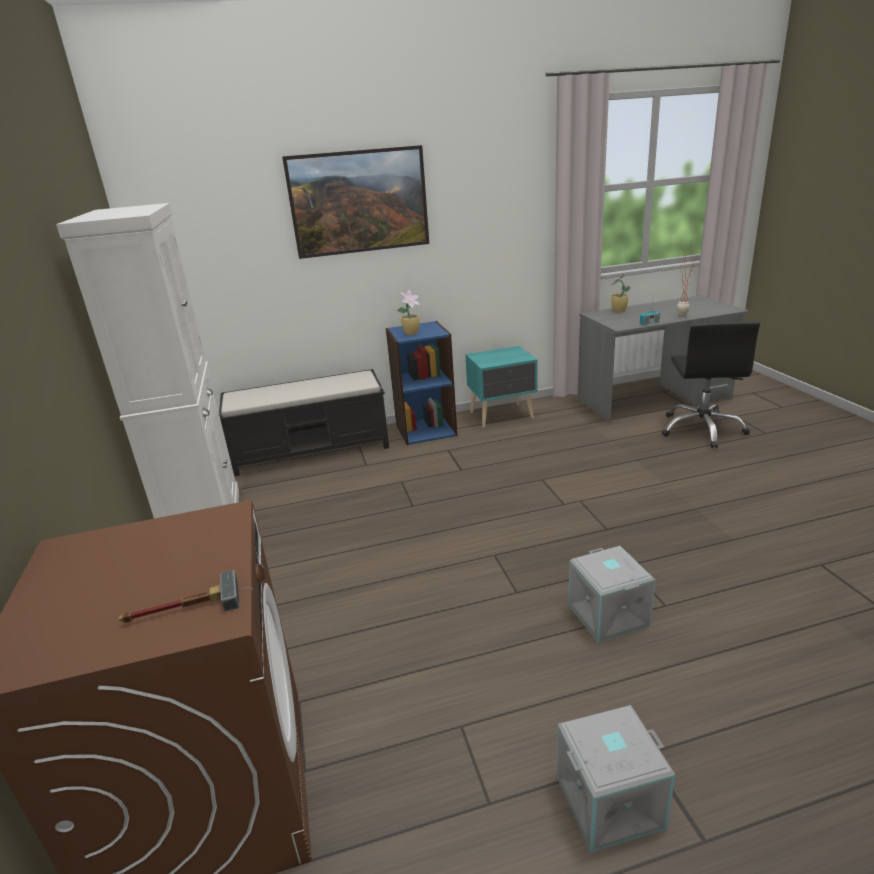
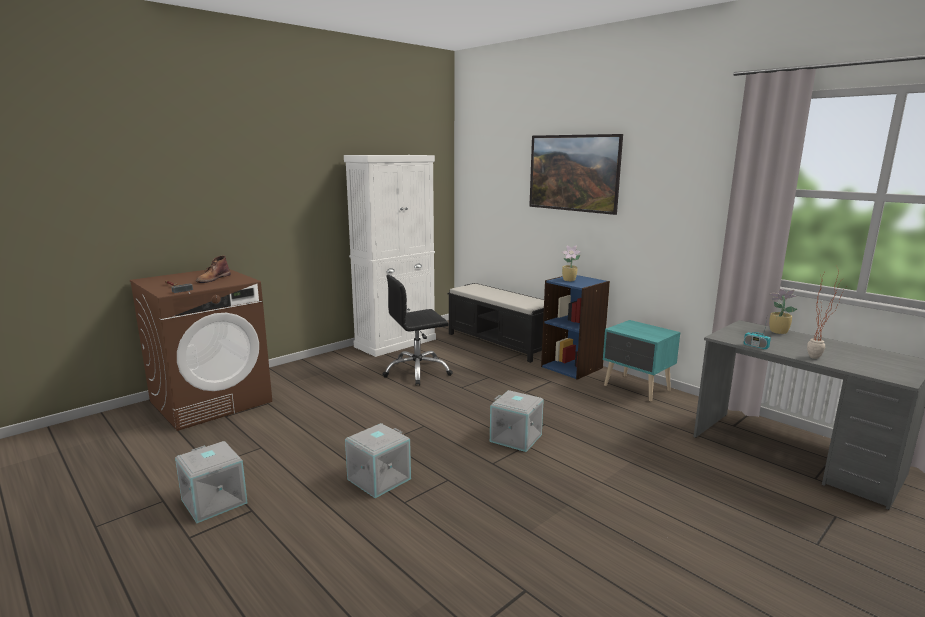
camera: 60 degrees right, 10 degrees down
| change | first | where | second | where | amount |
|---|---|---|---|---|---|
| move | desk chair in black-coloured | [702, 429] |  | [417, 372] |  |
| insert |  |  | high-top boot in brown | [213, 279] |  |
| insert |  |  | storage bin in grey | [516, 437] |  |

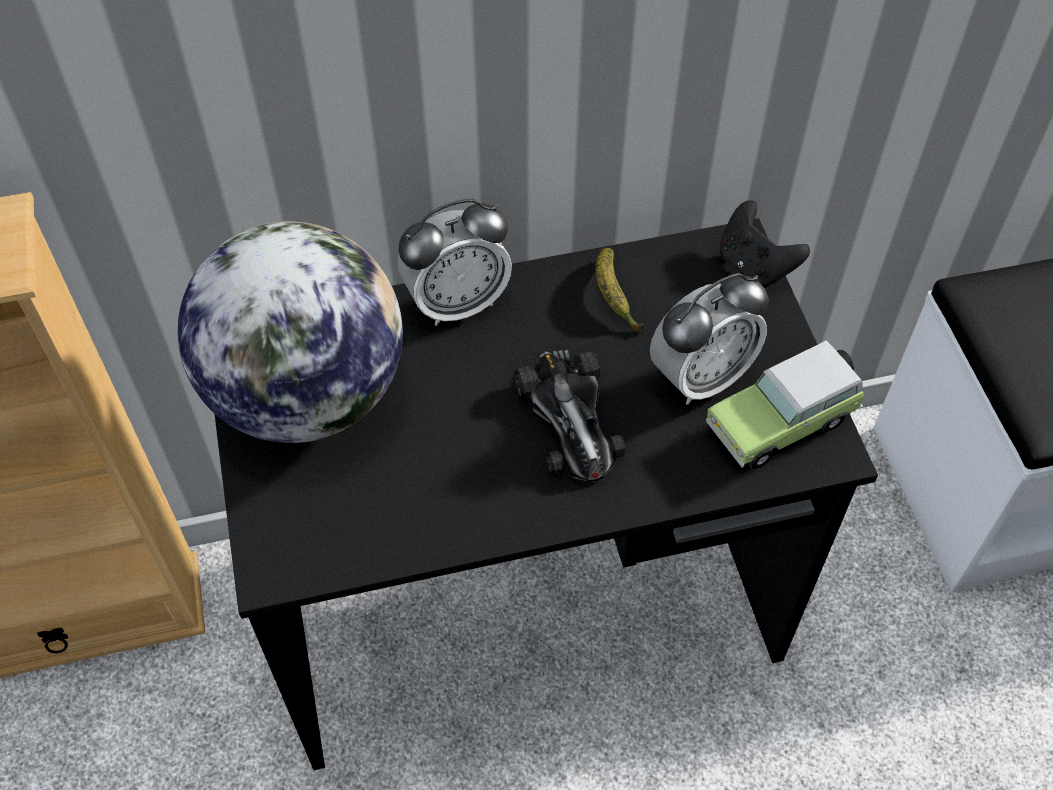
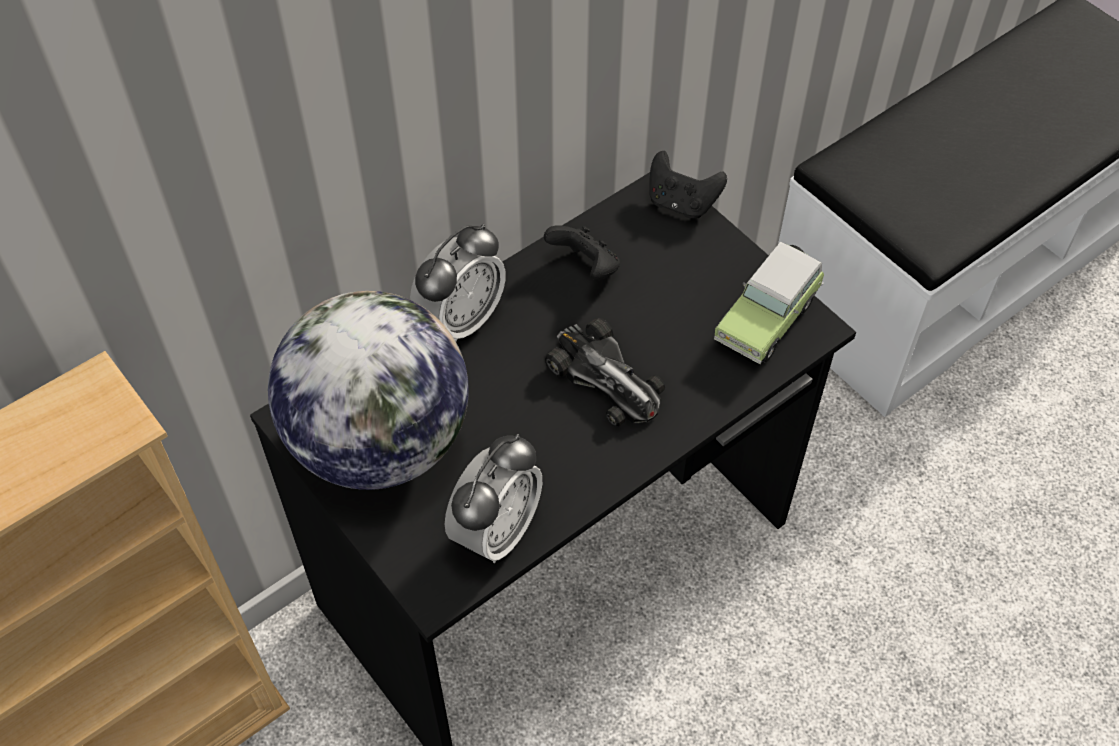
camera: 25 degrees left, 0 degrees up
| change | first | where | second | where | amount |
|---|---|---|---|---|---|
| replace | whole banana | [614, 296] | game controller in black-coloured | [585, 268] |  |
| move | table clock | [701, 377] |  | [496, 531] |  |

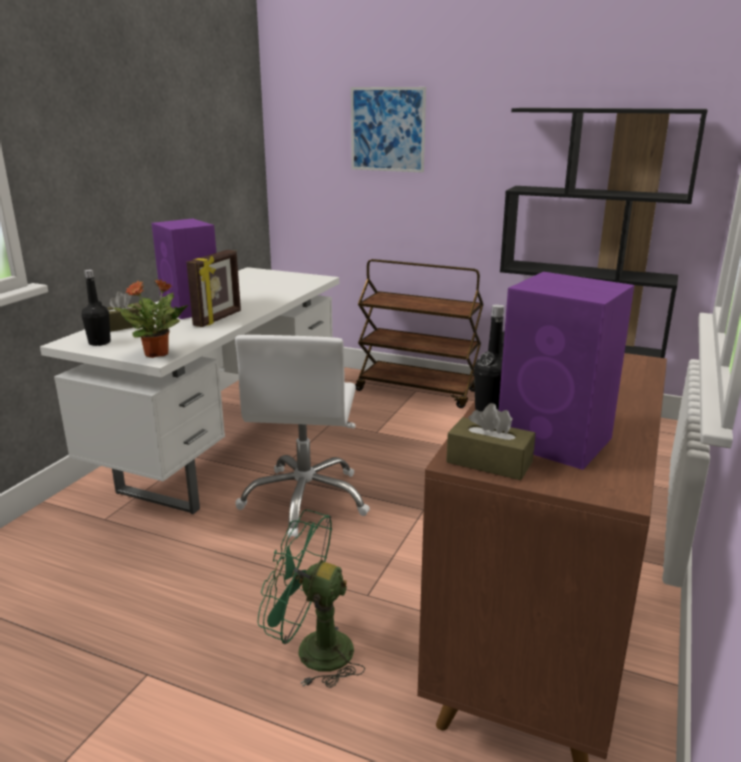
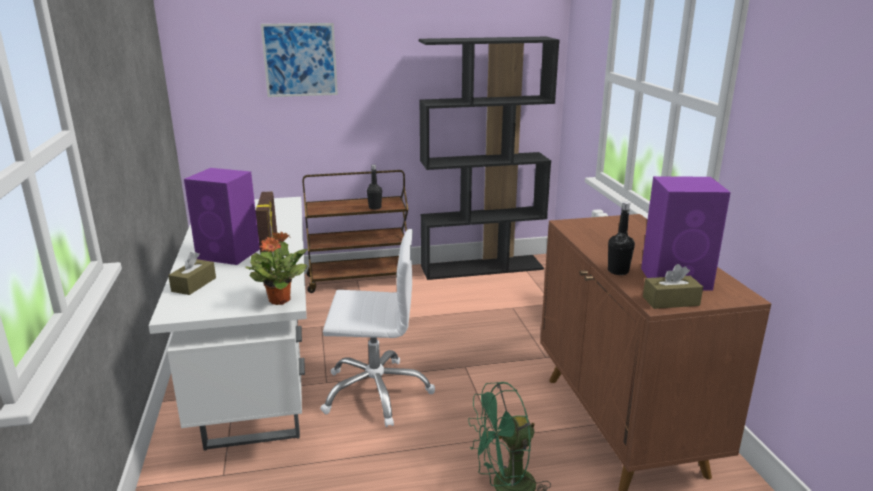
camera: 35 degrees left, 0 degrees up
| change | first | where | second | where | amount |
|---|---|---|---|---|---|
| move | drink bottle in black-coloured | [99, 342] |  | [375, 207] |  |
| rotate | desk chair in white-coloured | [306, 500] |  | [376, 391] | 60 degrees counterclockwise |

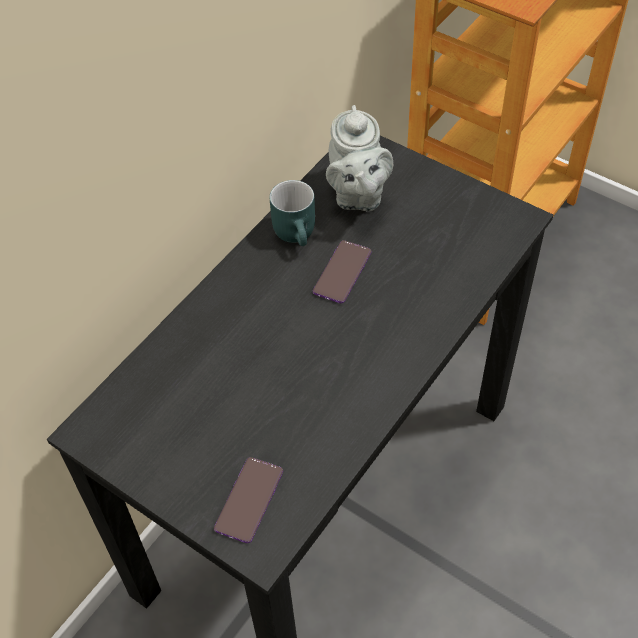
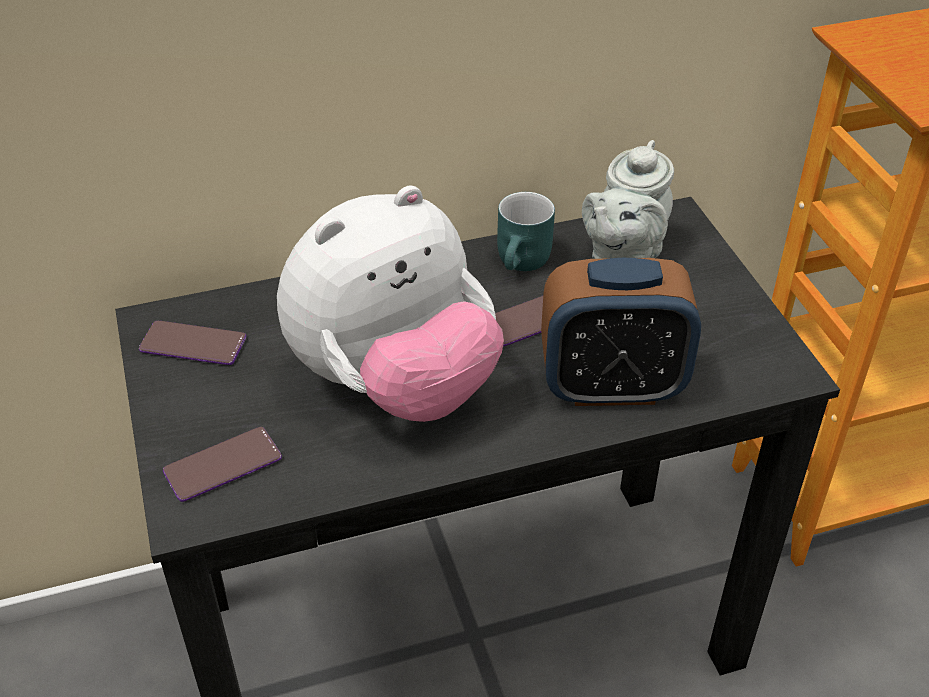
camera: 35 degrees right, 10 degrees down
| change | first | where | second | where | amount |
|---|---|---|---|---|---|
| insert |  |  | soft toy | [395, 385] |  |
| insert |  |  | table clock | [611, 386] |  |
| insert |  |  | handset | [193, 344] |  |

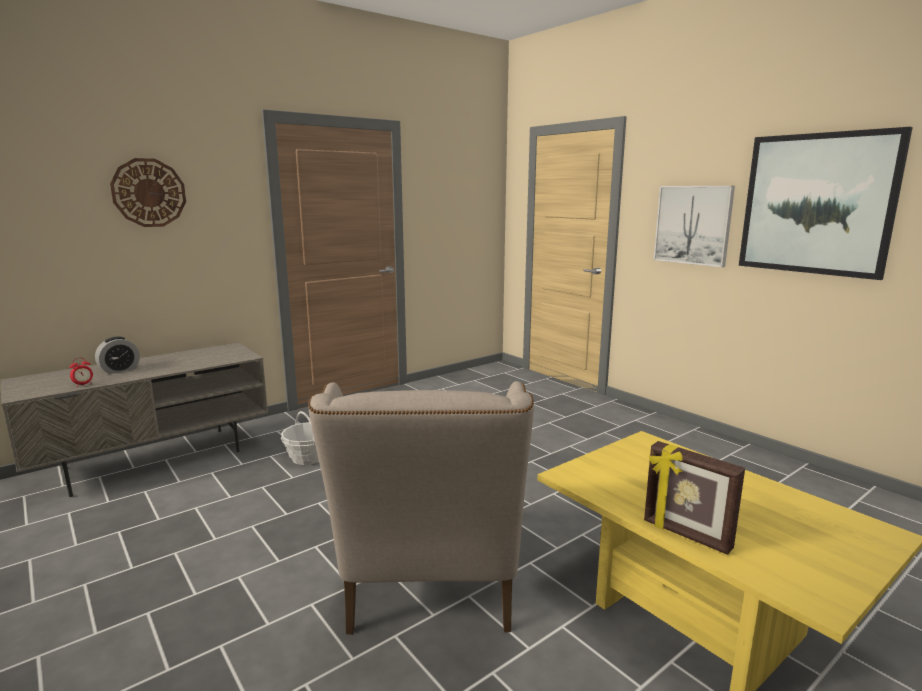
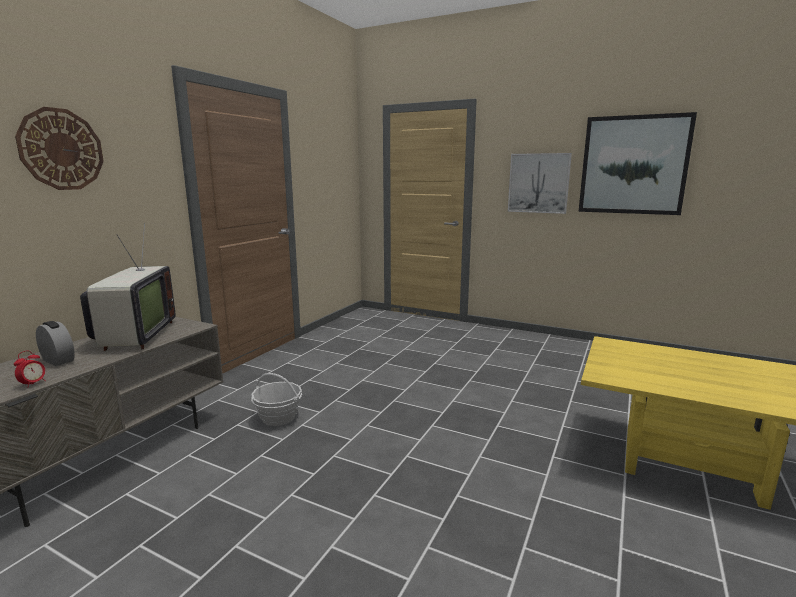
camera: 25 degrees left, 0 degrees up
| change | first | where | second | where | amount |
|---|---|---|---|---|---|
| rotate | table clock | [119, 370] |  | [58, 360] | 75 degrees counterclockwise |
| delete | easy chair in sand-coloured | [430, 591] |  |  |  |
| delete | picture frame | [686, 535] |  |  |  |
| insert |  |  | TV set | [135, 336] |  |

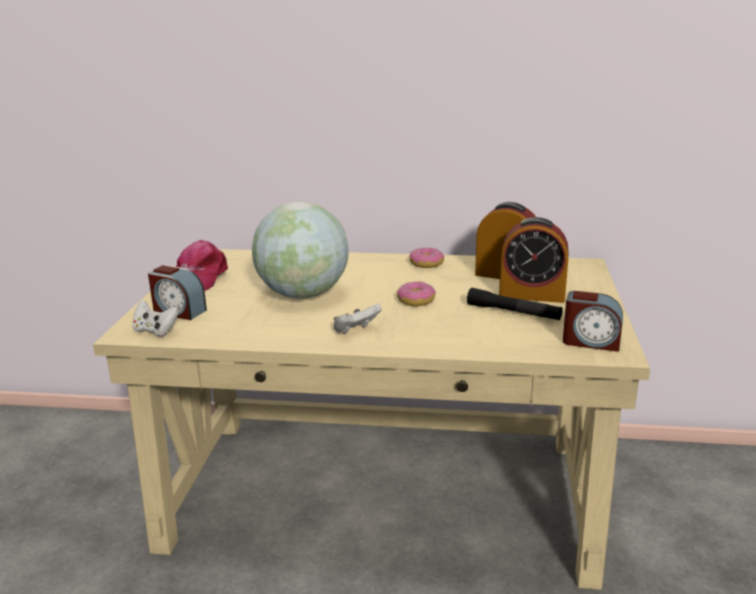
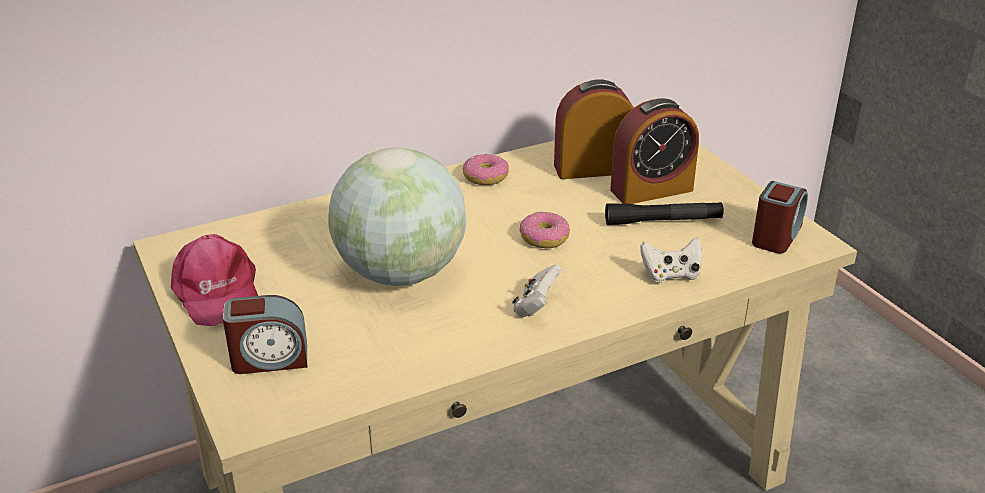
camera: 35 degrees left, 10 degrees up
| change | first | where | second | where | amount |
|---|---|---|---|---|---|
| rotate | table clock | [591, 342] |  | [776, 236] | 45 degrees counterclockwise |
| move | game controller in white-coloured | [155, 331] |  | [671, 275] |  |

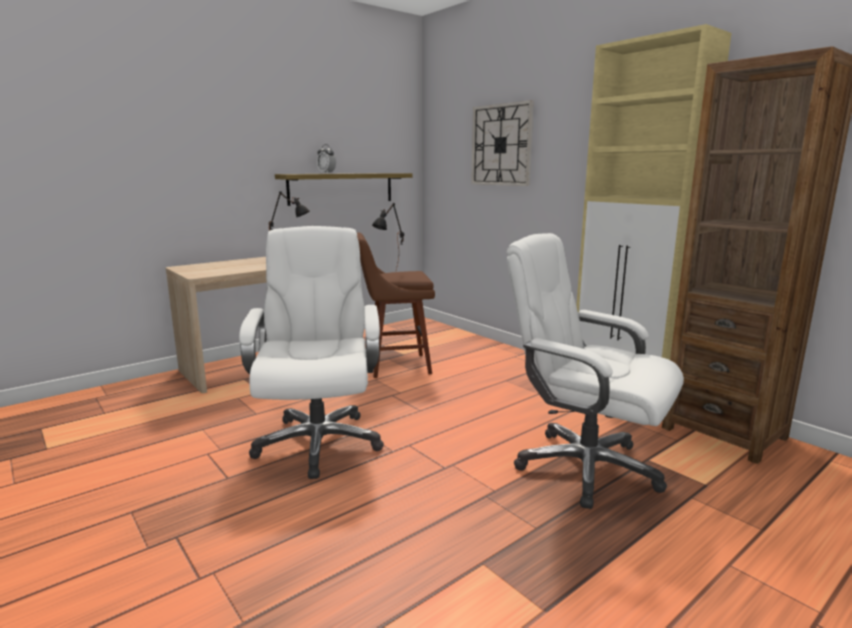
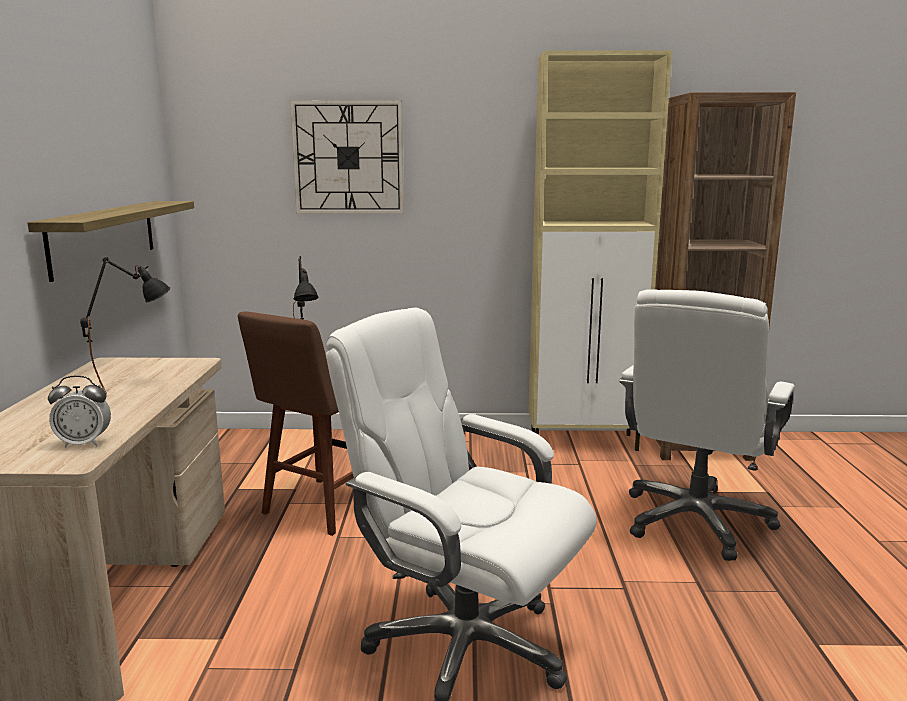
camera: 50 degrees left, 0 degrees up
| change | first | where | second | where | amount |
|---|---|---|---|---|---|
| move | table clock | [327, 173] |  | [84, 443] |  |
| rotate | desk chair in white-coloured | [585, 467] |  | [695, 521] | 45 degrees counterclockwise |

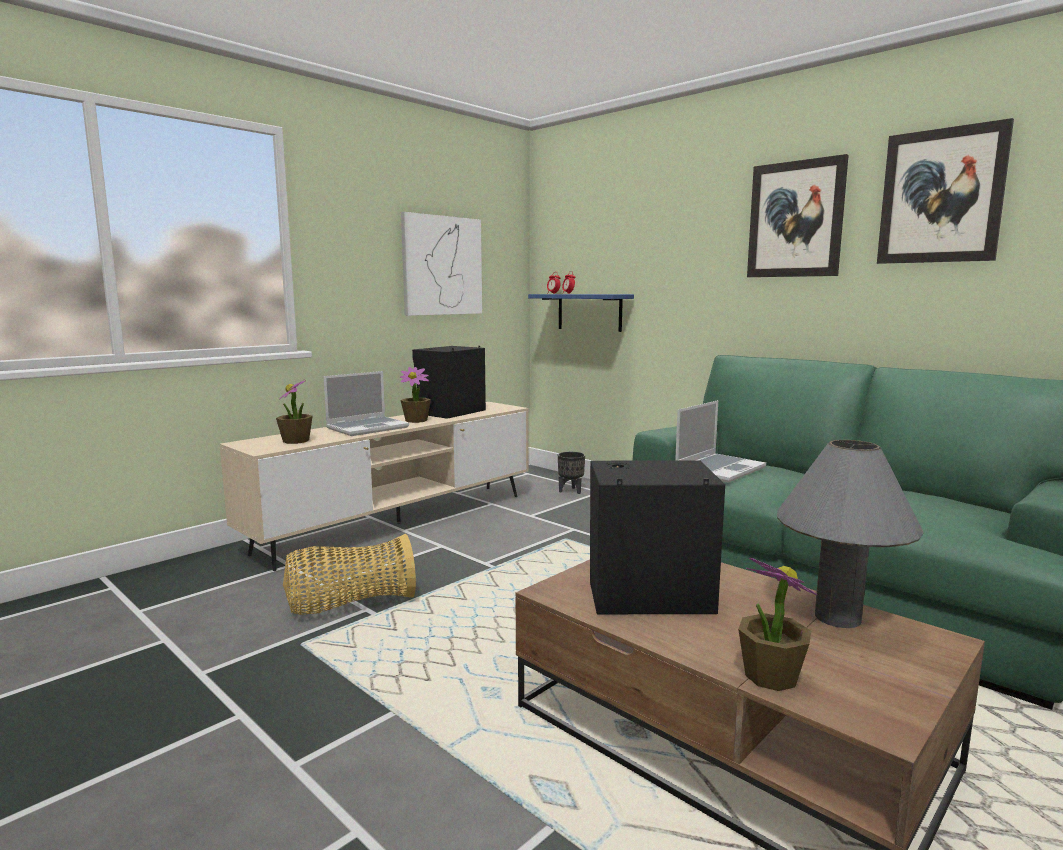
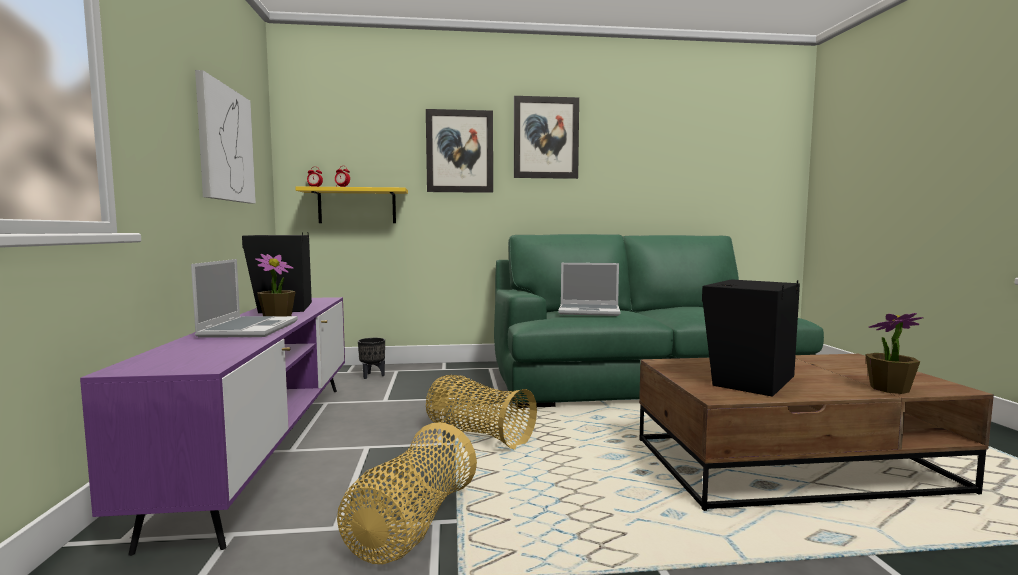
camera: 50 degrees left, 5 degrees down
| change | first | where | second | where | amount |
|---|---|---|---|---|---|
| move | wall picture | [941, 196] |  | [459, 151] |  |
| recolor | bracket shelf in blue | [589, 312] | bracket shelf in yellow | [357, 206] |  |
| delete | houseplant | [296, 441] |  |  |  |
| rotate | notebook computer | [719, 469] |  | [590, 311] | 105 degrees clockwise |
| recolor | tv unit in sand-coloured | [399, 523] | tv unit in purplish | [268, 446] |  |
| delete | table lamp in grey | [837, 617] |  |  |  |
| insert |  |  | household basket | [477, 435] |  |

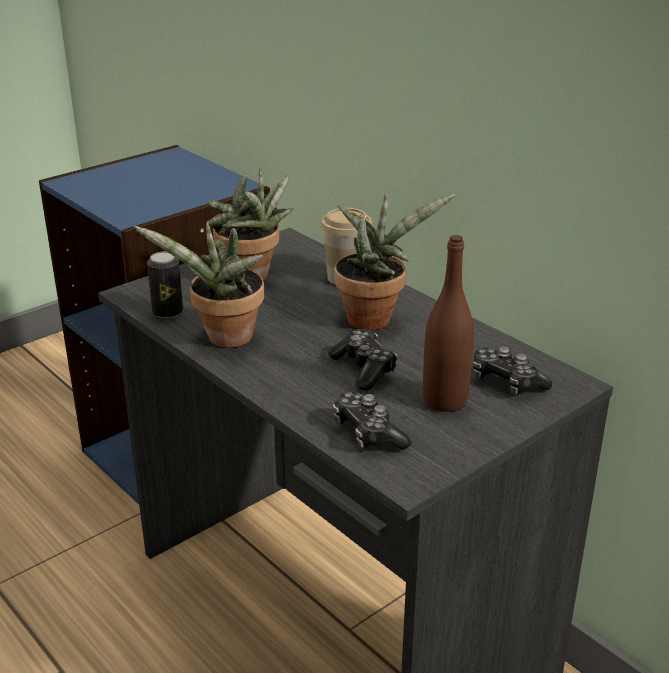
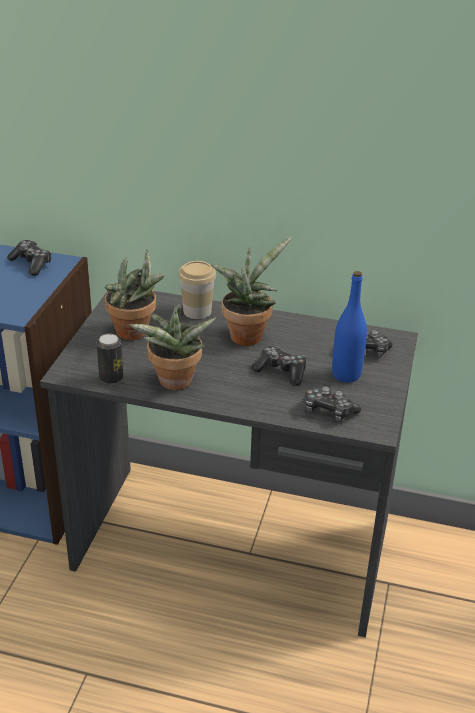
camera: 35 degrees left, 5 degrees up
| change | first | where | second | where | amount |
|---|---|---|---|---|---|
| recolor | drink bottle in brown | [445, 400] | drink bottle in blue | [346, 375] |  |
| insert |  |  | game controller | [31, 264] |  |

